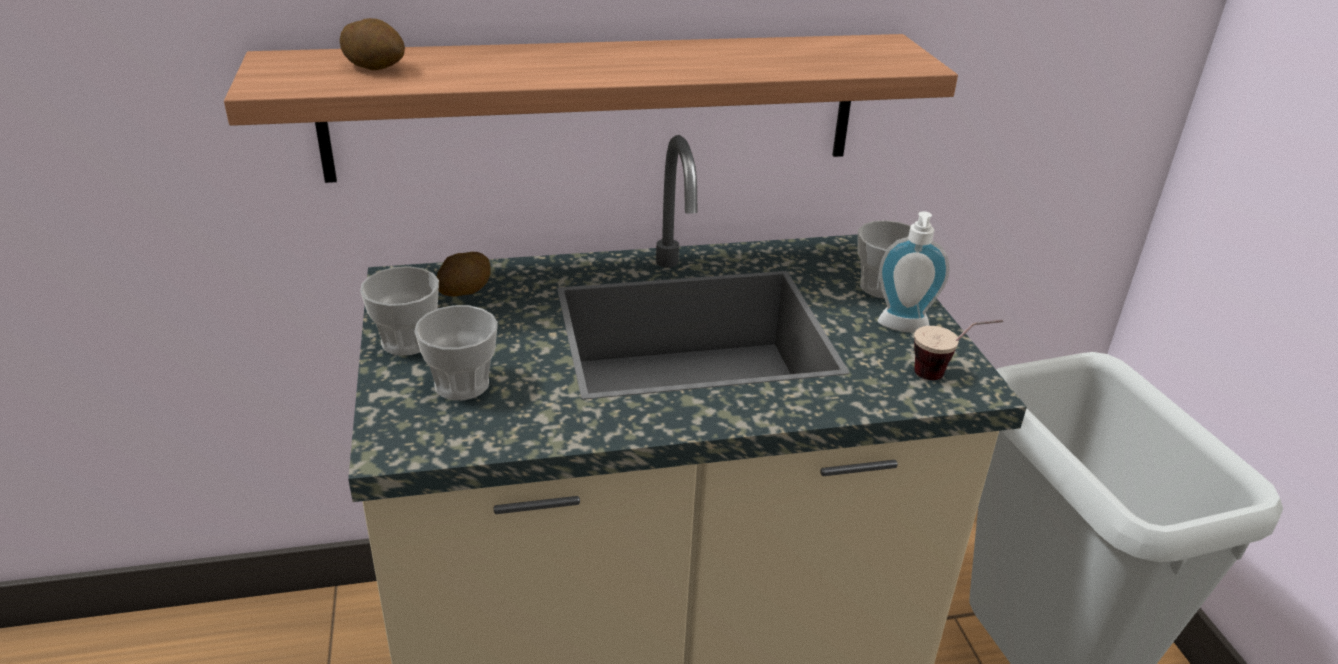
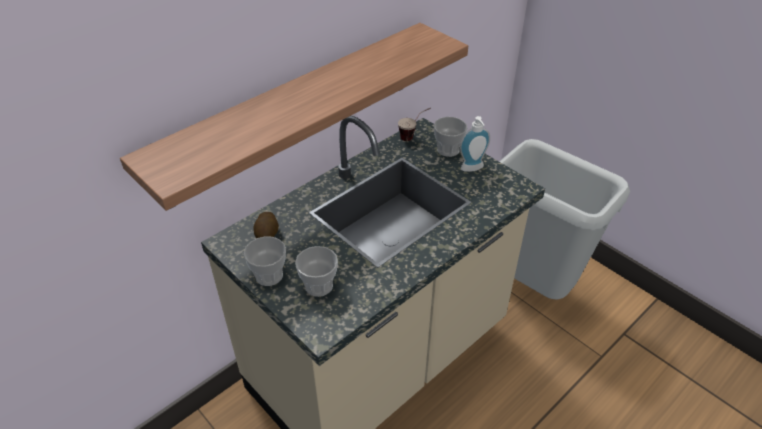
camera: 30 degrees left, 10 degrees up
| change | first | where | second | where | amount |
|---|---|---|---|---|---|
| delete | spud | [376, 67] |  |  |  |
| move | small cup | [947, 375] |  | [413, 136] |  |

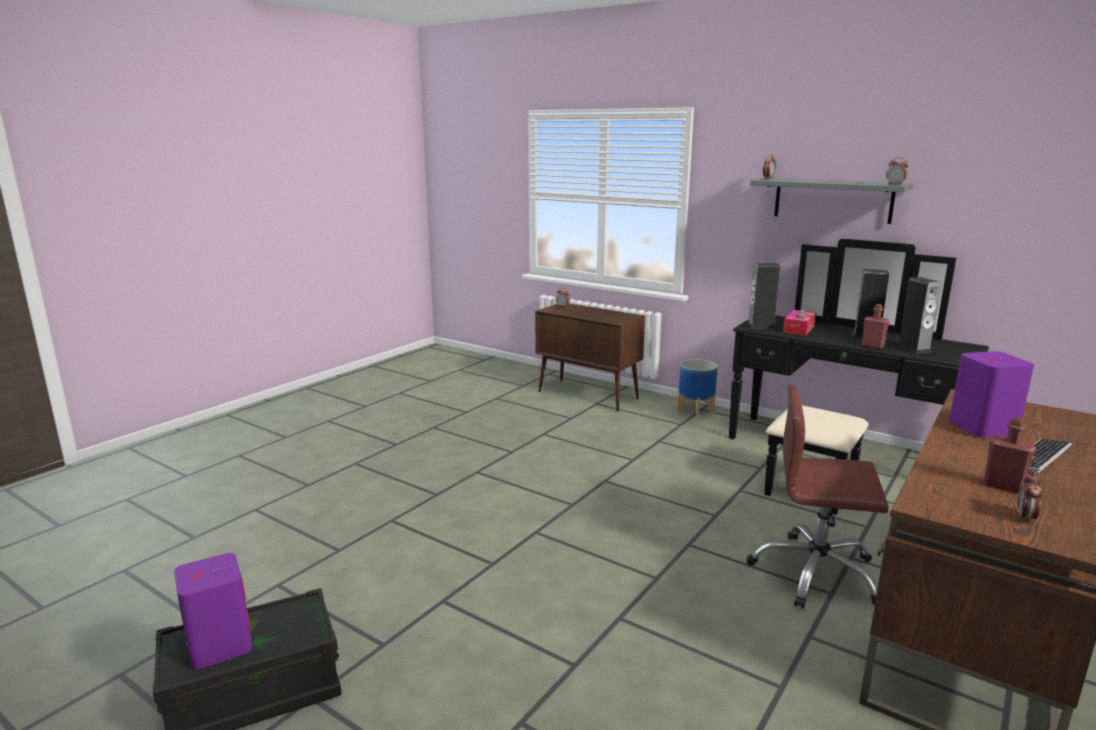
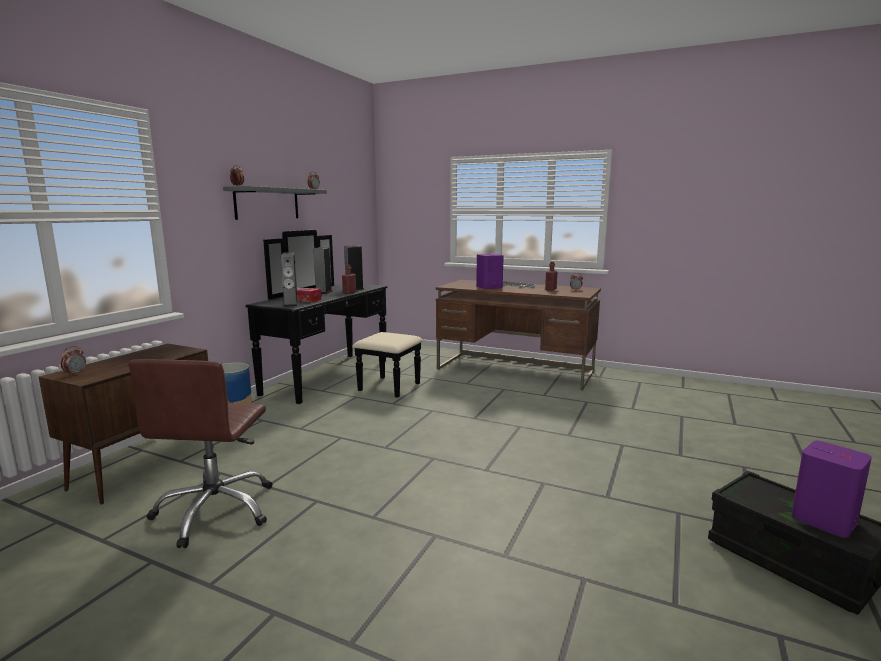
camera: 100 degrees left, 5 degrees down
| change | first | where | second | where | amount |
|---|---|---|---|---|---|
| move | desk chair in brown | [815, 573] |  | [216, 510] |  |

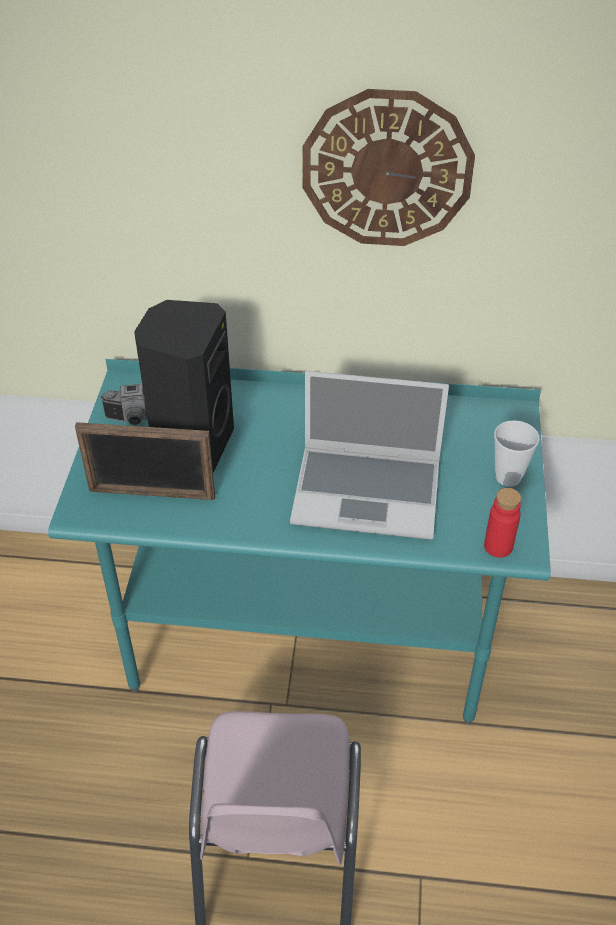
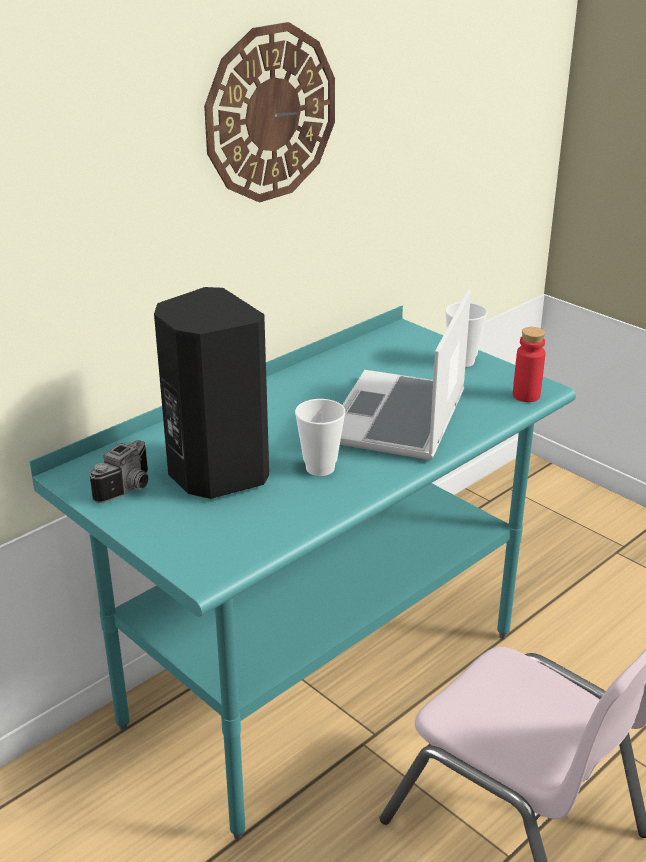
camera: 50 degrees left, 15 degrees down
| change | first | where | second | where | amount |
|---|---|---|---|---|---|
| rotate | notebook computer | [369, 493] |  | [398, 419] | 150 degrees clockwise |
| delete | picture frame | [152, 494] |  |  |  |
| insert |  |  | small cup | [320, 468] |  |

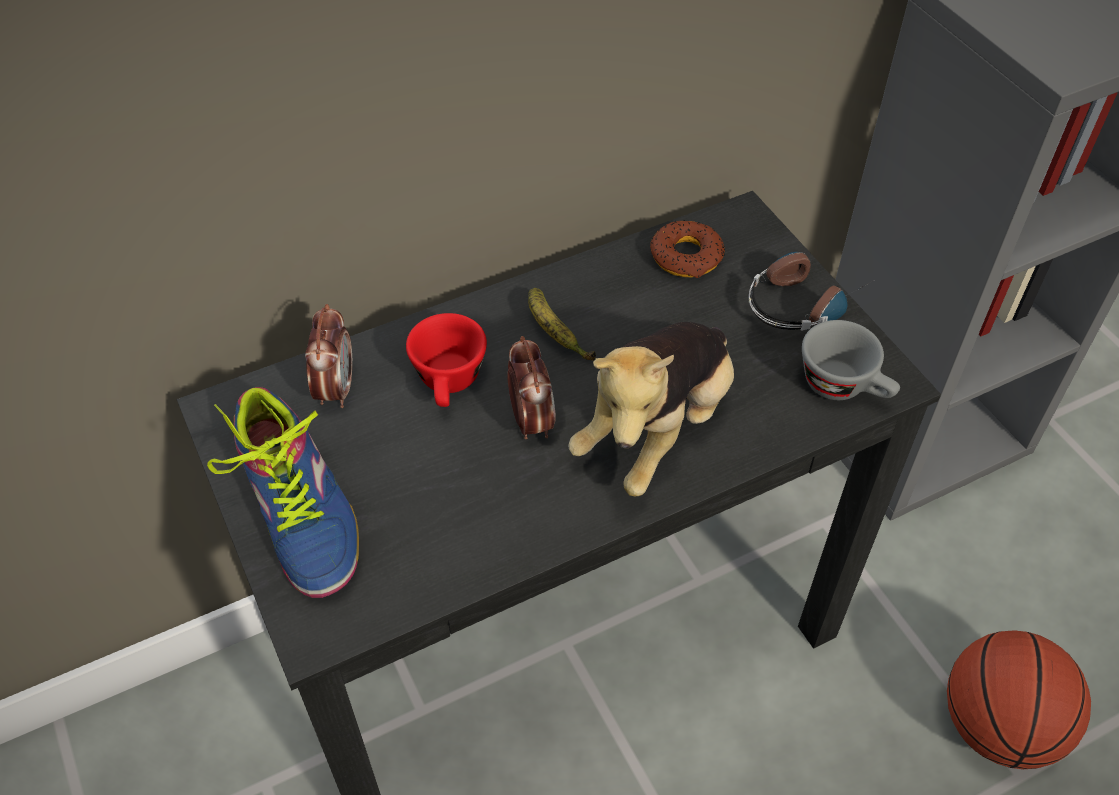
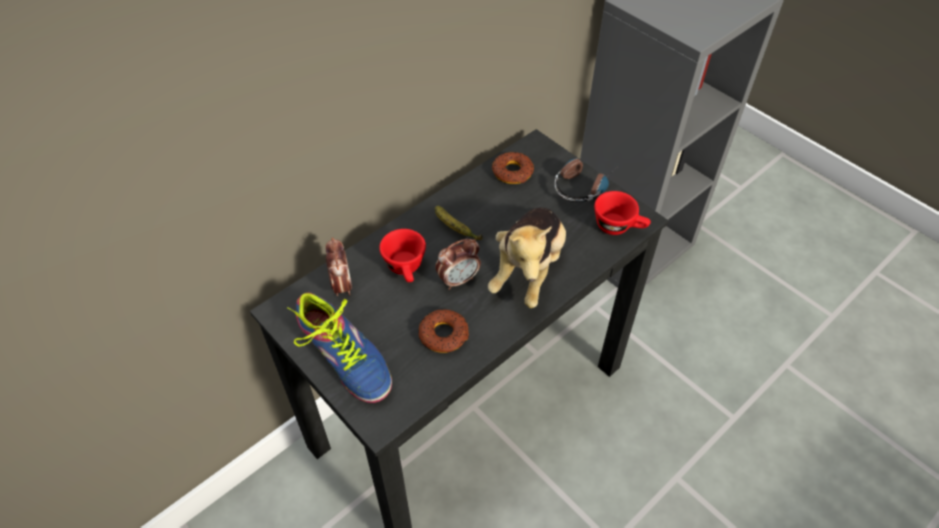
camera: 15 degrees left, 0 degrees up
| change | first | where | second | where | amount |
|---|---|---|---|---|---|
| recolor | small cup in grey | [844, 387] | small cup in reddish | [619, 226] |  |
| rotate | table clock | [531, 421] |  | [458, 280] | 90 degrees clockwise |
| delete | ball for basketball | [997, 726] |  |  |  |
| insert |  |  | doughnut | [444, 334] |  |

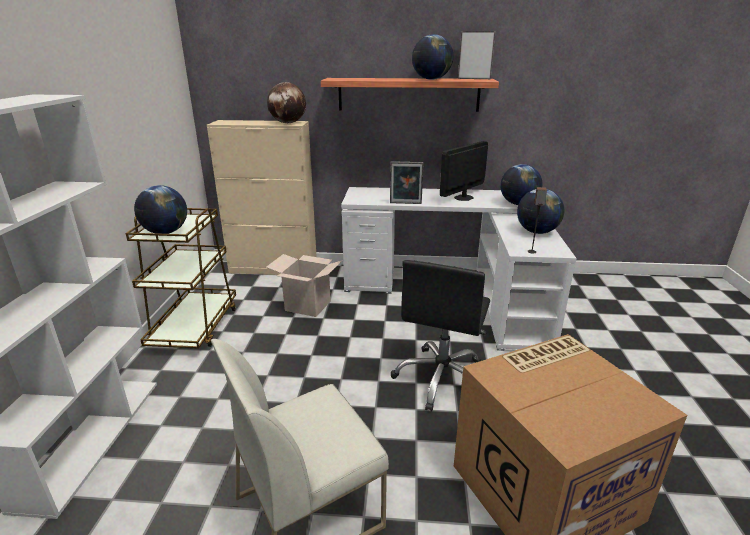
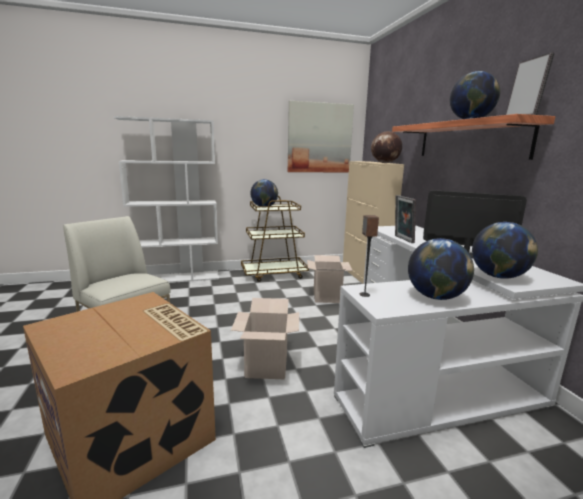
camera: 70 degrees right, 10 degrees down
| change | first | where | second | where | amount |
|---|---|---|---|---|---|
| replace | desk chair in black-coloured | [442, 379] | packing box | [266, 366] |  |
| insert |  |  | wall picture | [319, 138] |  |

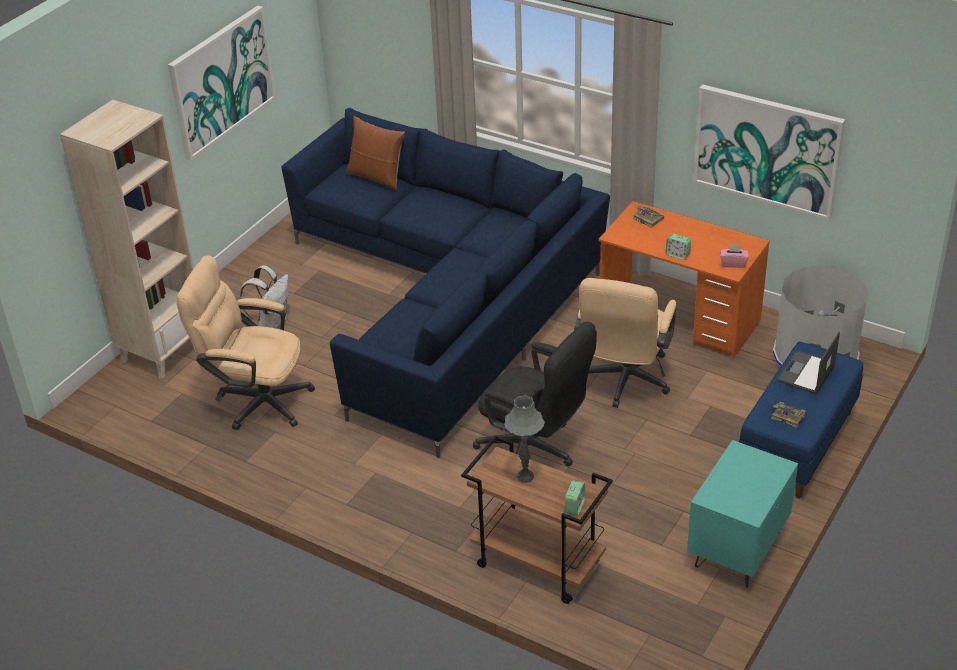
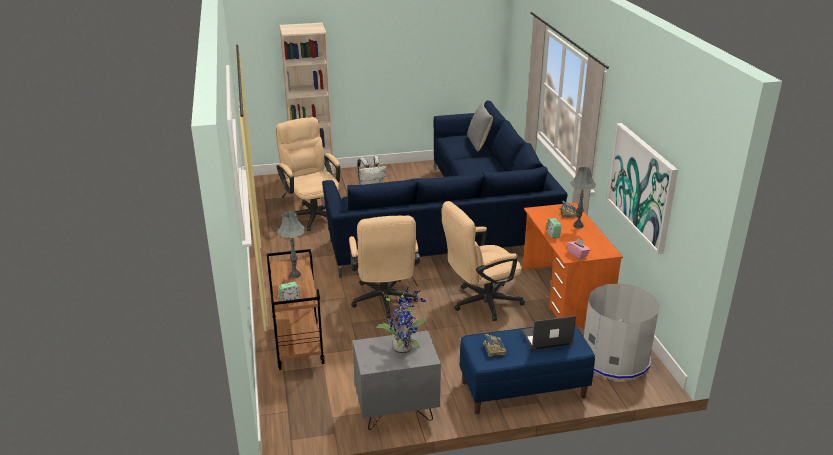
camera: 45 degrees right, 10 degrees down
| change | first | where | second | where | amount |
|---|---|---|---|---|---|
| delete | wall picture | [221, 81] |  |  |  |
| recolor | cushion in brown | [376, 177] | cushion in grey | [478, 143] |  |
| recolor | desk chair in black-coloured | [535, 450] | desk chair in sand-coloured | [384, 302] |  |
| recolor | night table in blue-green | [737, 551] | night table in grey | [396, 411] |  |
| insert |  |  | table lamp in grey | [578, 226] |  |
| insert |  |  | houseplant | [403, 348] |  |

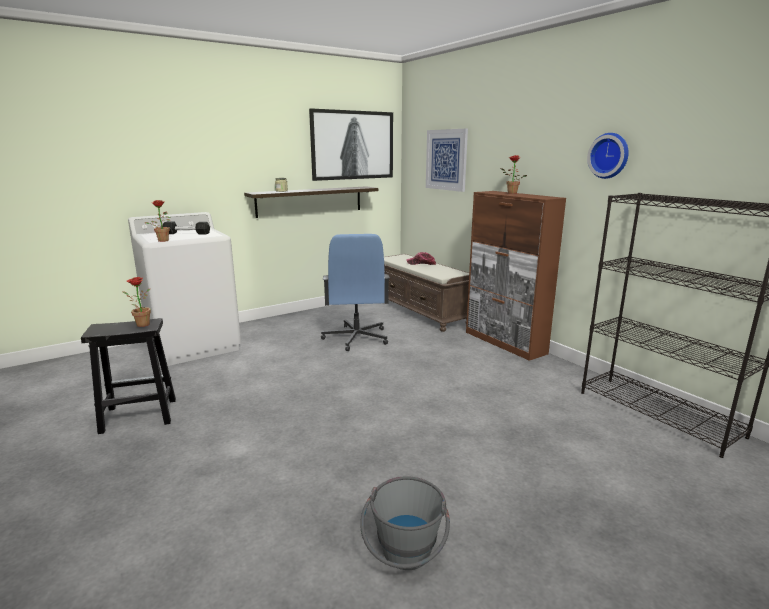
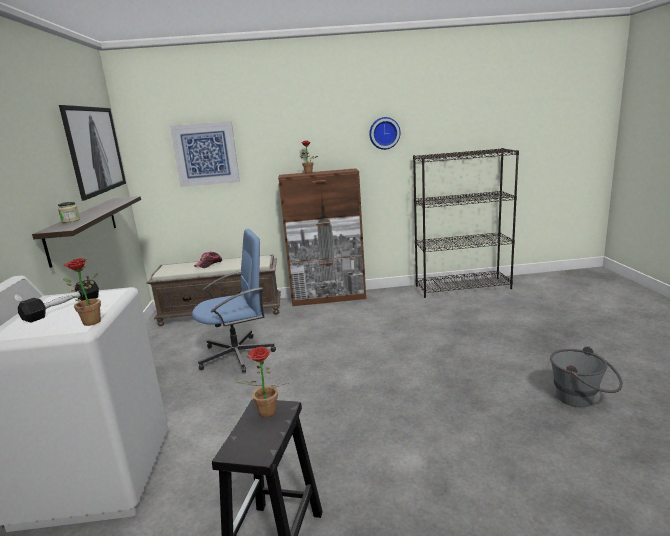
camera: 60 degrees left, 0 degrees up
| change | first | where | second | where | amount |
|---|---|---|---|---|---|
| rotate | desk chair in blue | [356, 338] |  | [238, 355] | 45 degrees counterclockwise |

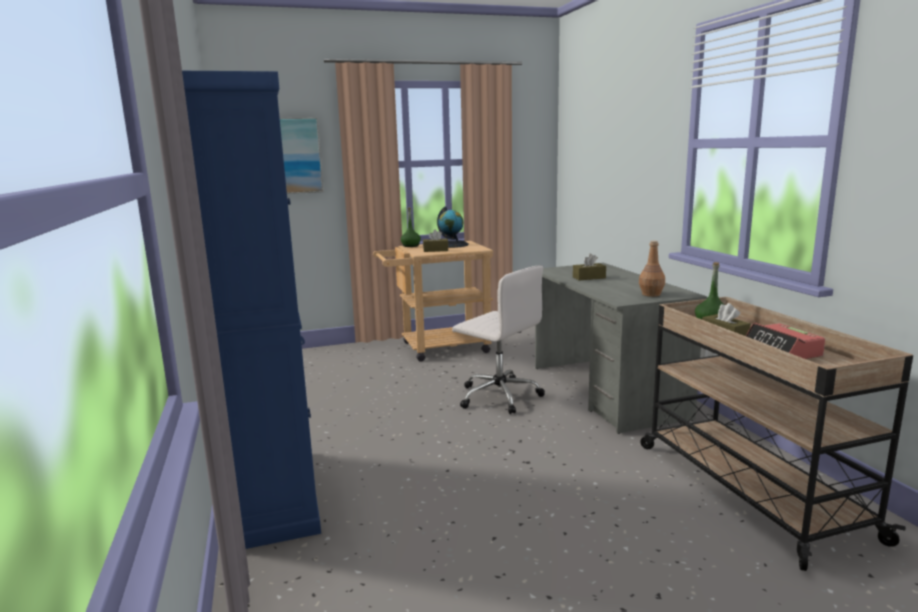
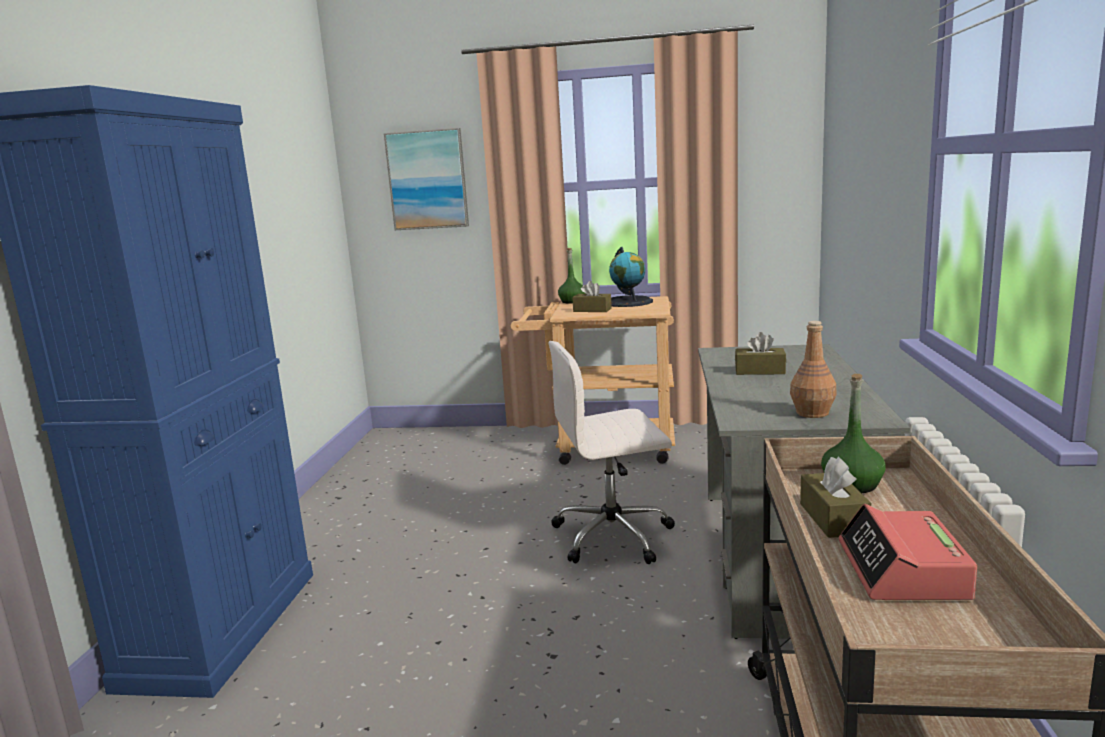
camera: 25 degrees right, 0 degrees up
| change | first | where | second | where | amount |
|---|---|---|---|---|---|
| rotate | desk chair in white-coloured | [498, 396] |  | [614, 536] | 105 degrees clockwise |

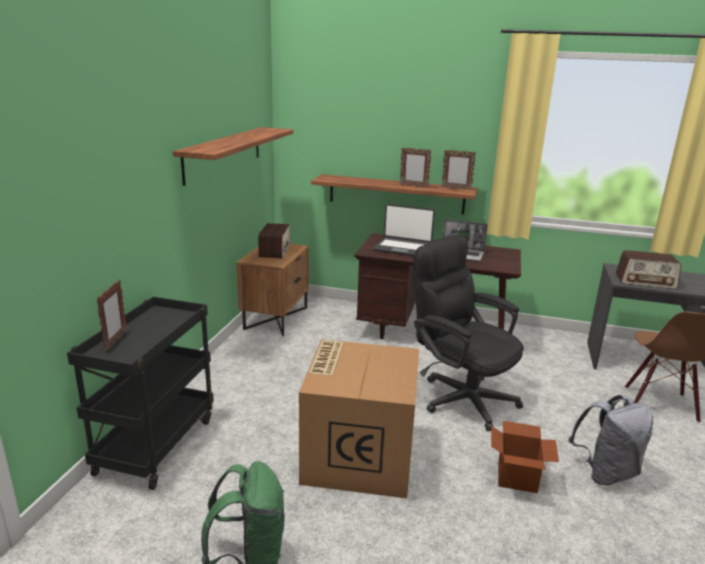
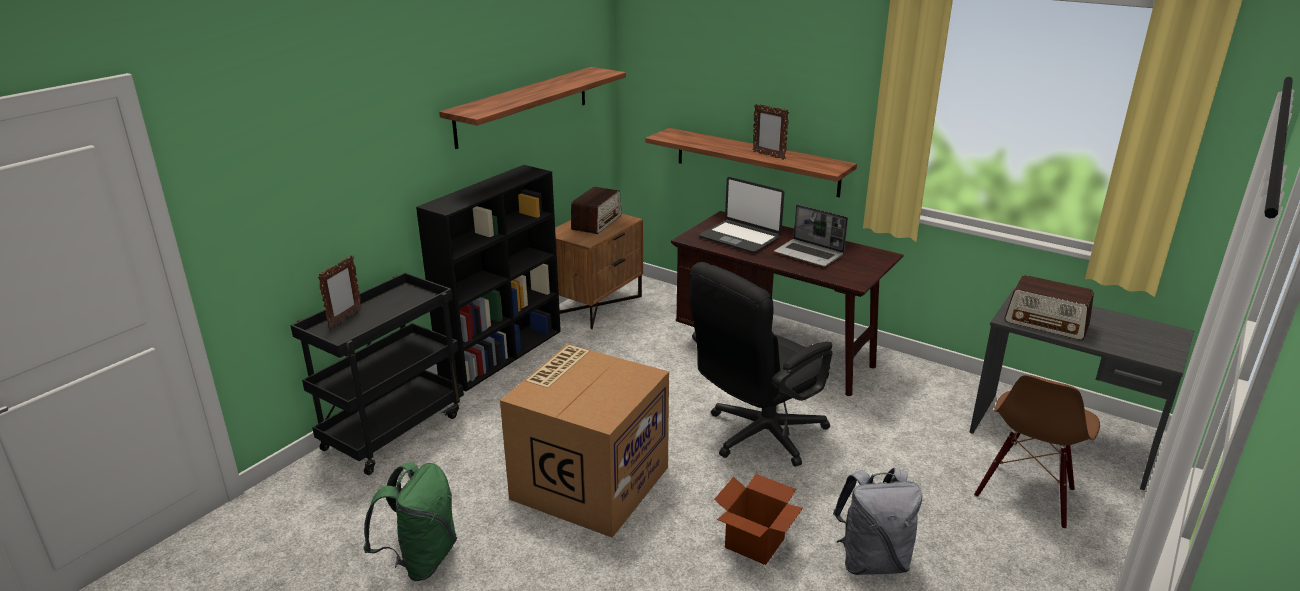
camera: 20 degrees right, 5 degrees up
| change | first | where | second | where | amount |
|---|---|---|---|---|---|
| delete | picture frame | [456, 189] |  |  |  |
| rotate | desk chair in black-coloured | [460, 396] |  | [757, 437] | 105 degrees counterclockwise |
| insert |  |  | shelving unit in black-coloured | [503, 353] |  |

